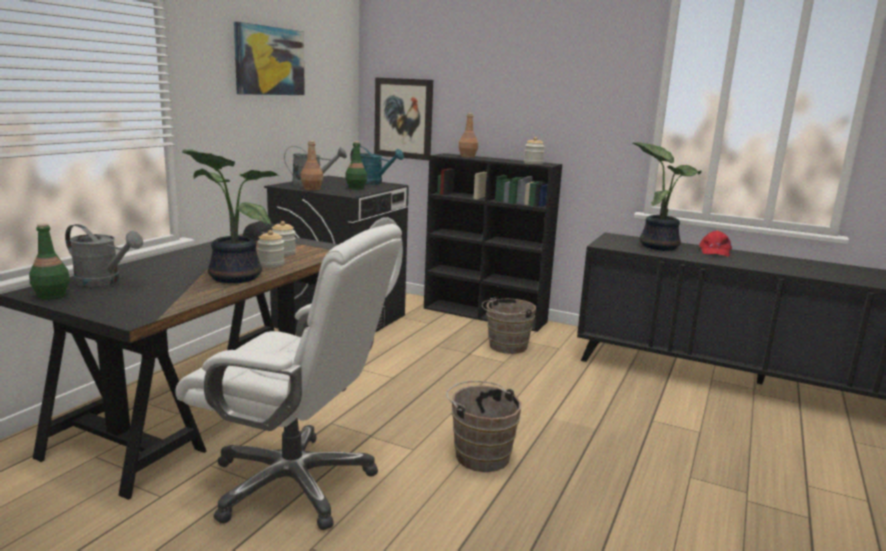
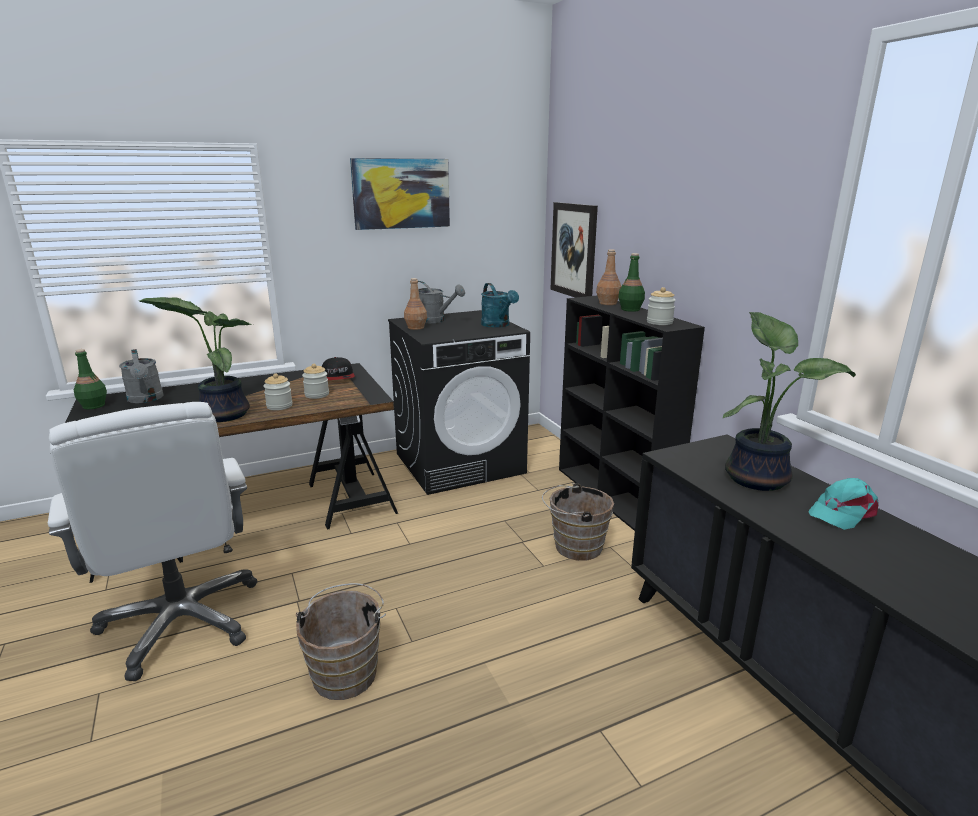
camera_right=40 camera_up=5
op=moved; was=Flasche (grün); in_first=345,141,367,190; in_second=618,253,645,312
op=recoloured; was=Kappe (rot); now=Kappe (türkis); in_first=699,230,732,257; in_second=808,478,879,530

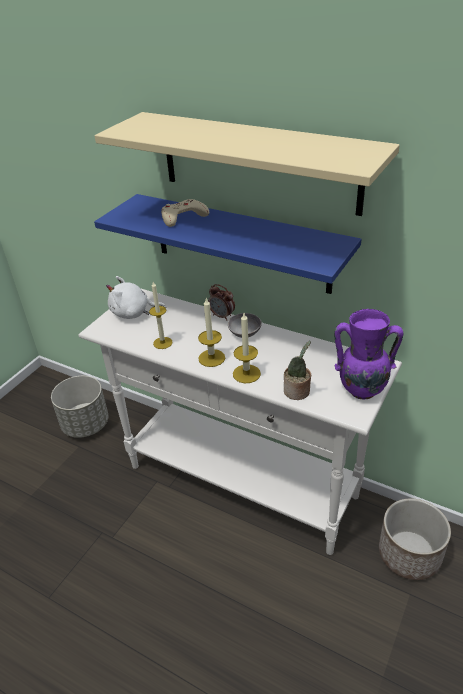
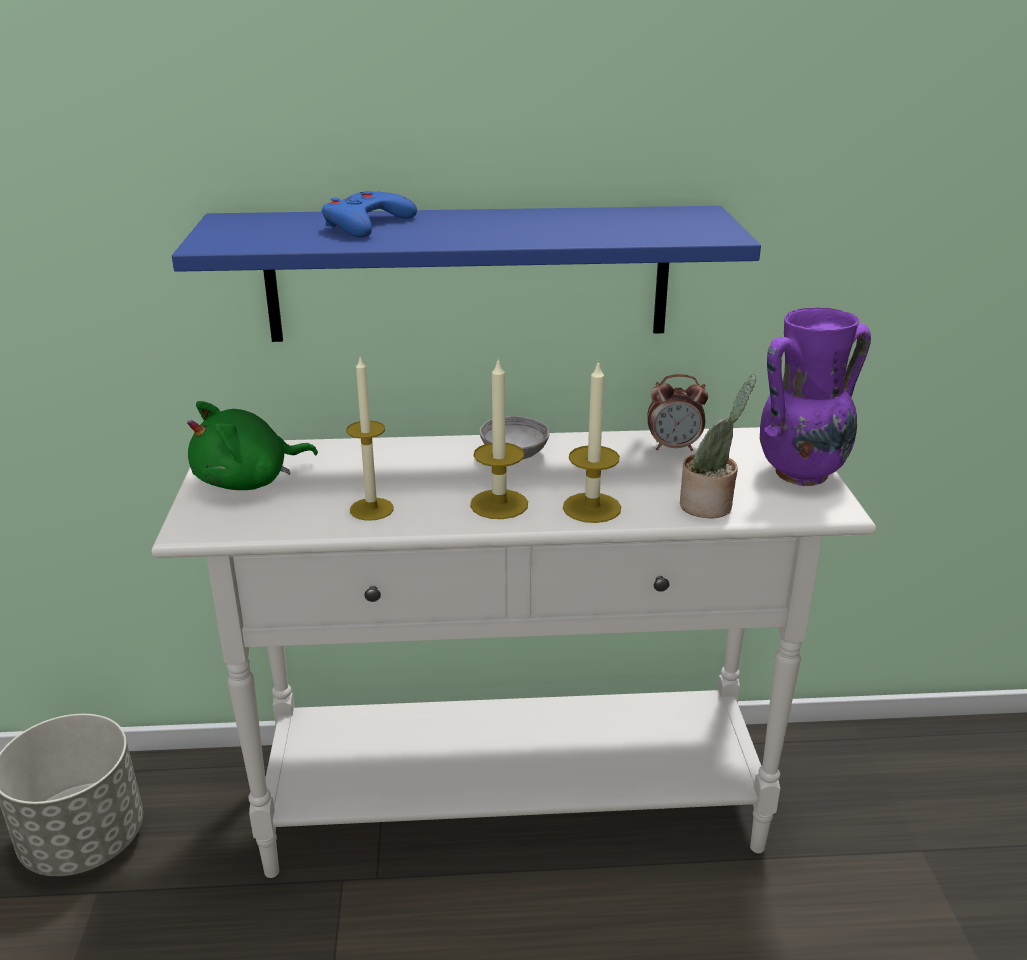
camera_right=-35 camera_up=-10
op=removed; was=Wandregal (beige); in_first=95,112,400,216
op=recoloured; was=Plüschtier (weiß); now=Plüschtier (grün); in_first=106,276,166,319; in_second=187,401,318,490
op=recoloured; was=Gamepad (beige); now=Gamepad (blau); in_first=161,199,209,227; in_second=321,191,417,238
op=moved; was=Wecker; in_first=208,284,235,321; in_second=647,374,708,451
op=removed; was=Pflanzkübel; in_first=379,499,451,580

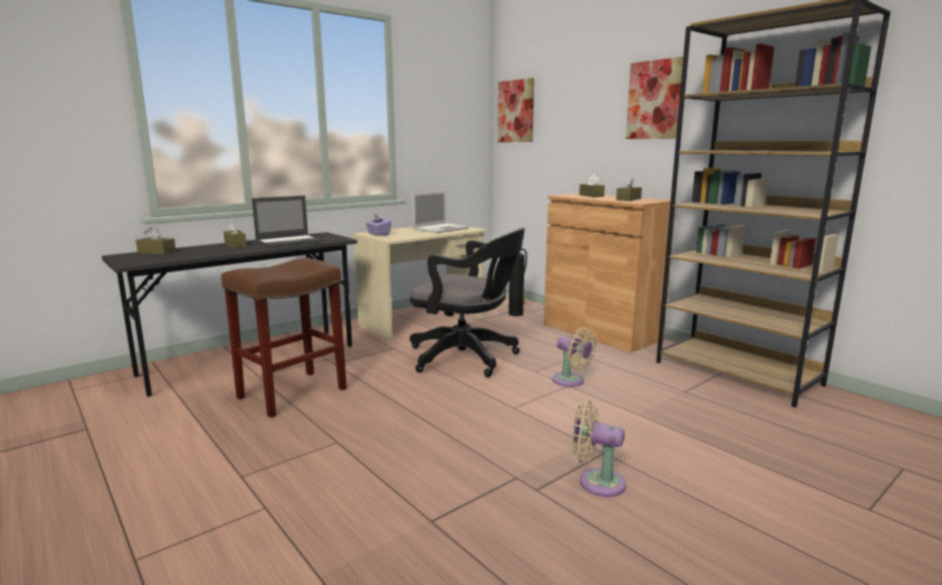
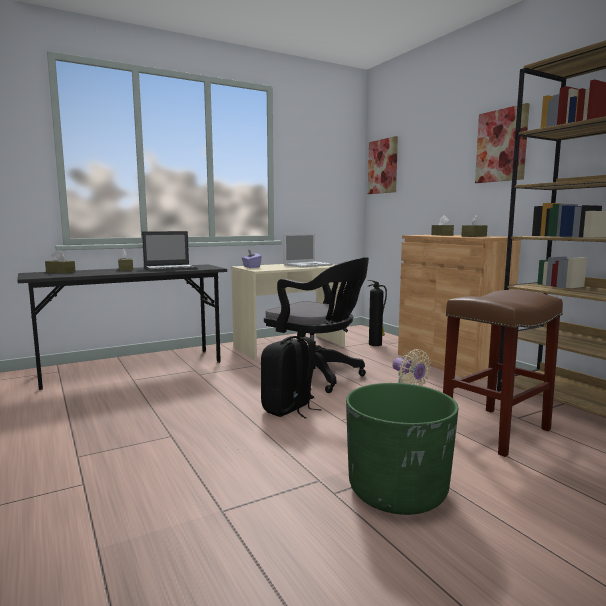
camera_right=10 camera_up=-5
op=moved; was=Hocker (braun); in_first=221,258,347,418; in_second=443,290,563,457
op=replaced; was=Ventilator (beige); now=Pflanzkübel (grün); in_first=571,401,626,497; in_second=346,383,458,515
op=added; now=Rucksack (schwarz); in_second=261,336,322,418

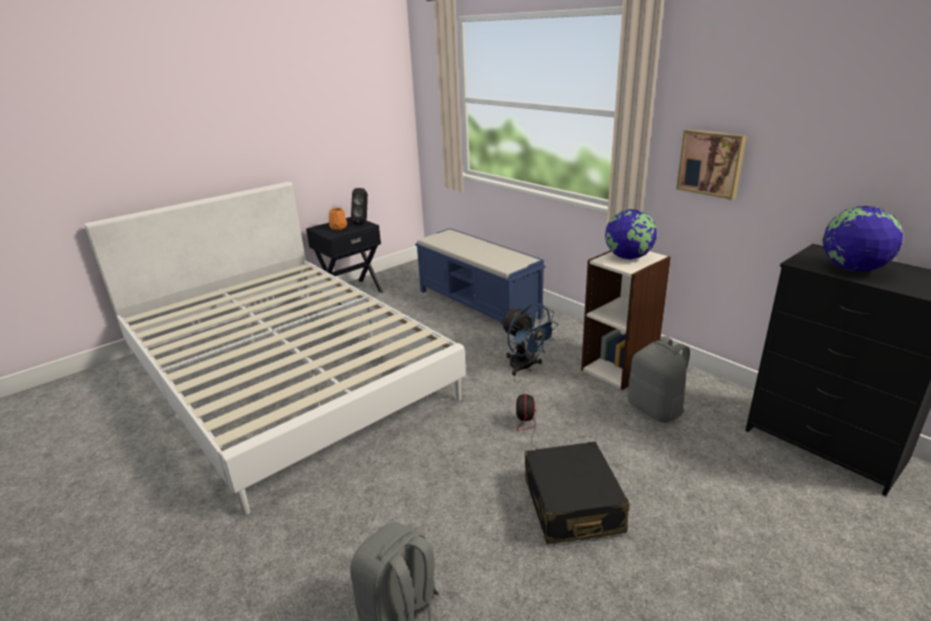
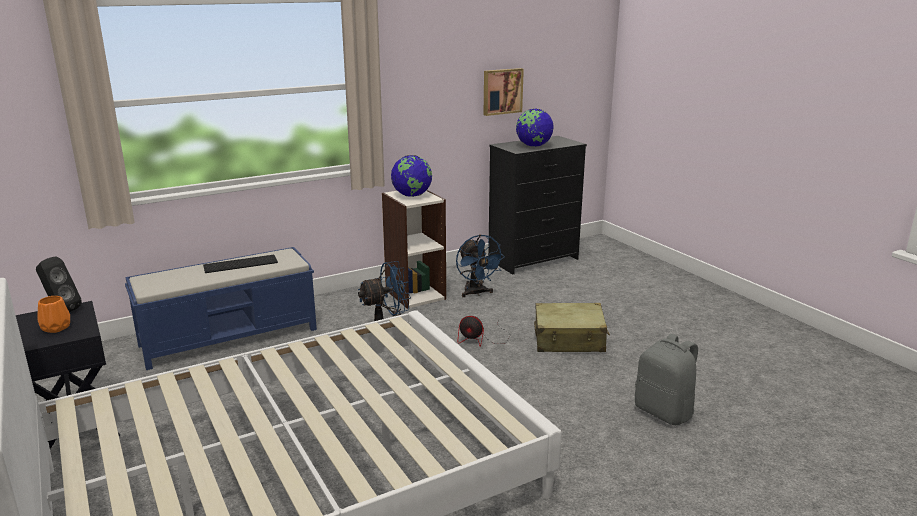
camera_right=-80 camera_up=-5
op=recoloured; was=Koffer (schwarz); now=Koffer (beige); in_first=525,441,630,544; in_second=534,303,610,352
op=replaced; was=Rucksack (grau); now=Ventilator (blau); in_first=628,336,690,423; in_second=456,235,505,297
op=moved; was=Bild; in_first=676,129,747,200; in_second=484,68,524,116
op=added; now=Tastatur; in_second=203,255,278,273

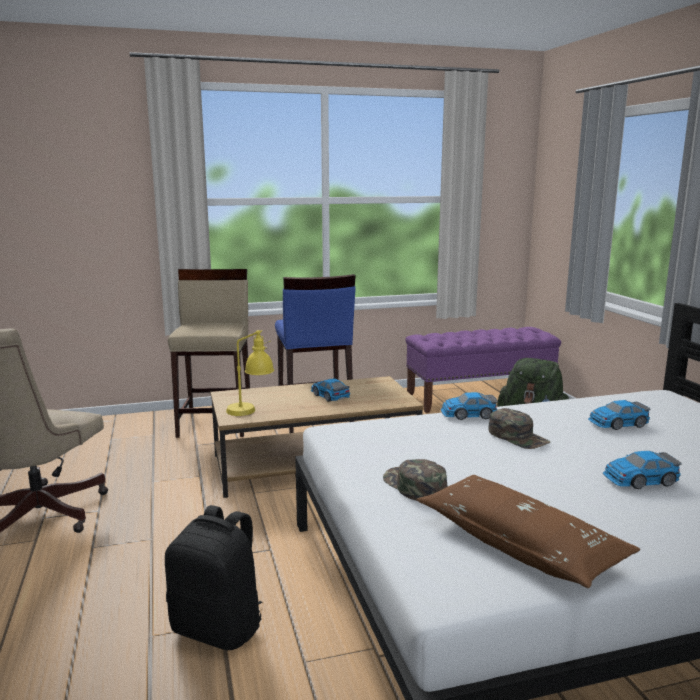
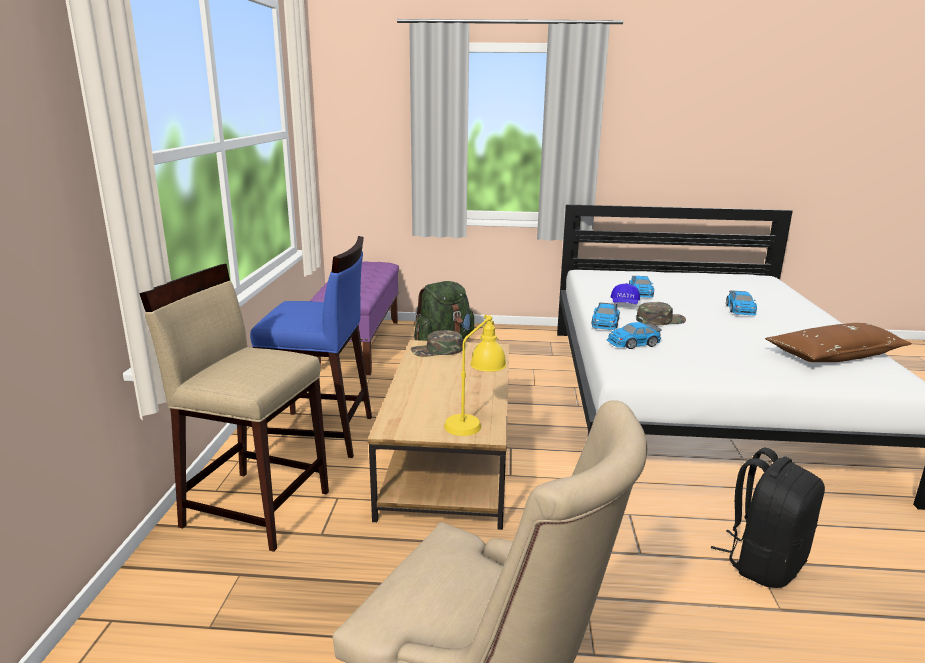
camera_right=-70 camera_up=5
op=moved; was=Spielzeugauto; in_first=310,378,350,402; in_second=607,322,662,349
op=moved; was=Kappe (grün); in_first=383,459,448,501; in_second=411,330,463,357
op=added; now=Kappe (blau); in_second=610,283,640,304

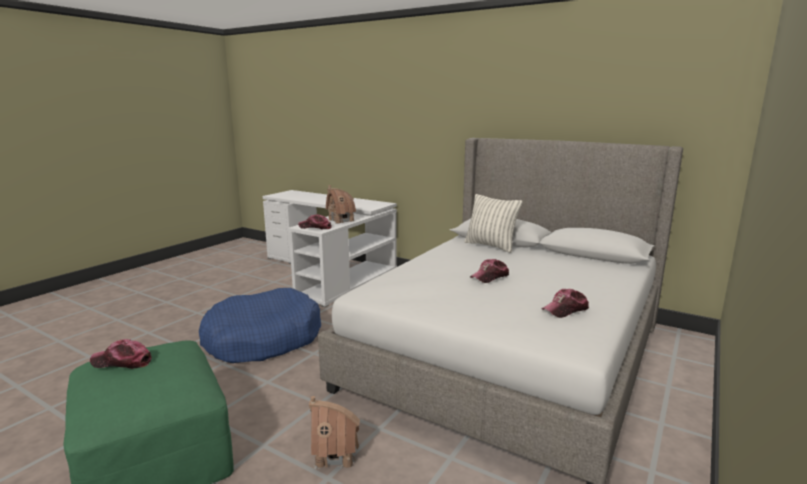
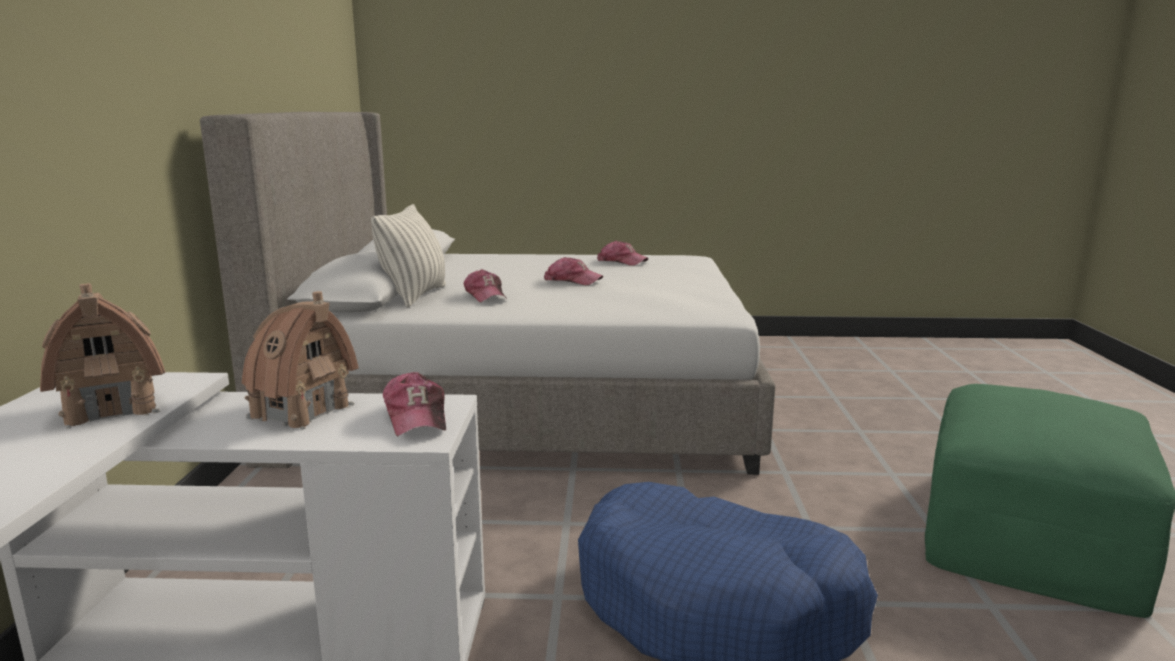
camera_right=-120 camera_up=0
op=moved; was=Kappe; in_first=90,339,151,369; in_second=464,269,507,302
op=moved; was=Spielzeughaus; in_first=309,396,360,469; in_second=40,283,165,428

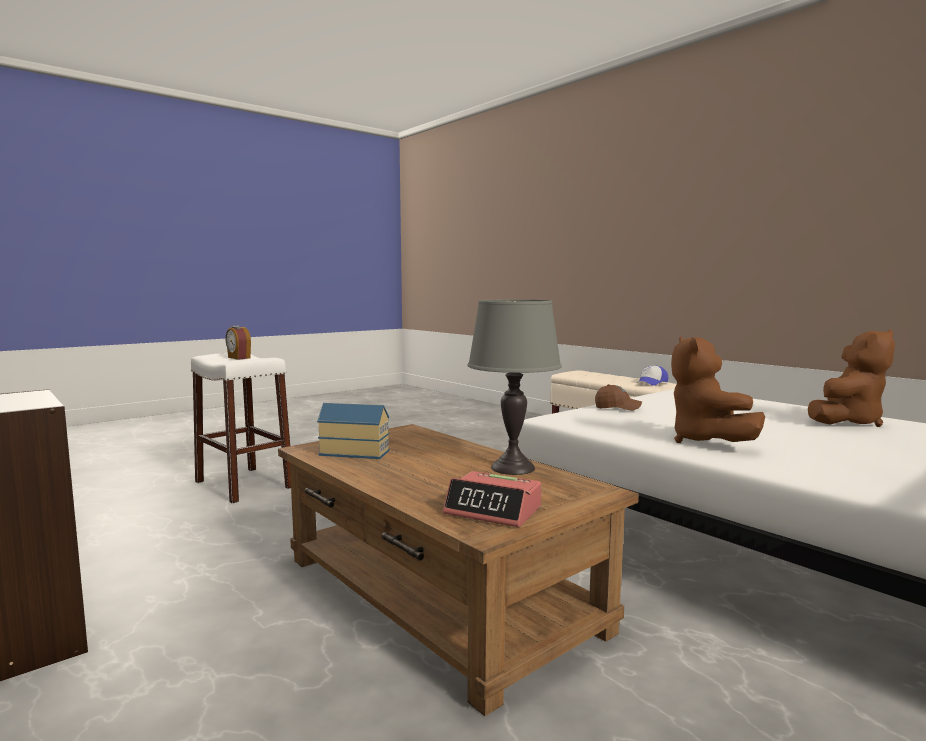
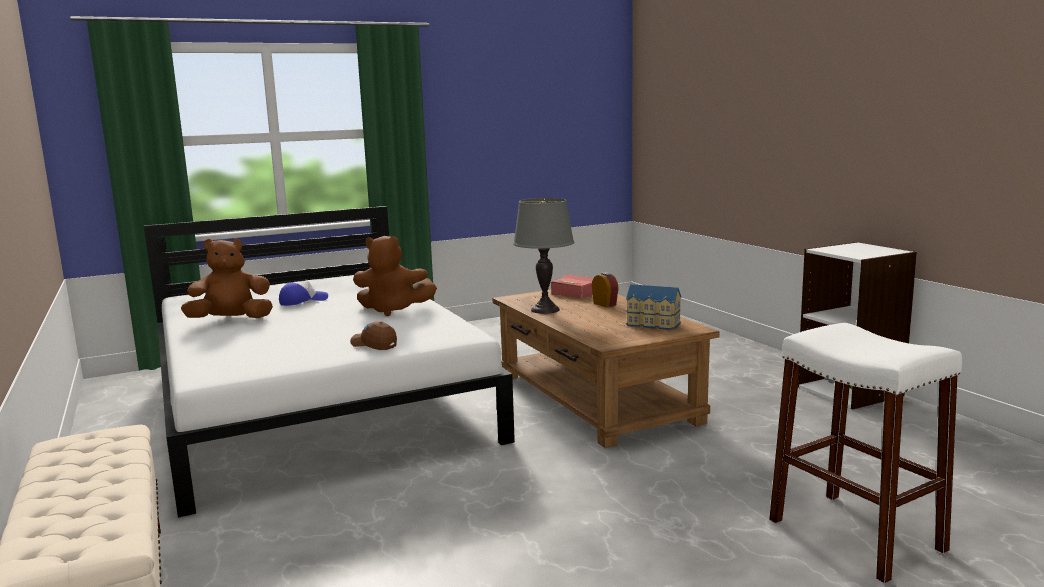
camera_right=-165 camera_up=5
op=moved; was=Wecker; in_first=226,326,251,360; in_second=592,272,619,307
op=moved; was=Kappe; in_first=637,366,668,386; in_second=279,281,328,306
op=turned; was=Plüschtier (braun); in_first=671,336,765,443; in_second=353,236,437,316; clockwise=90

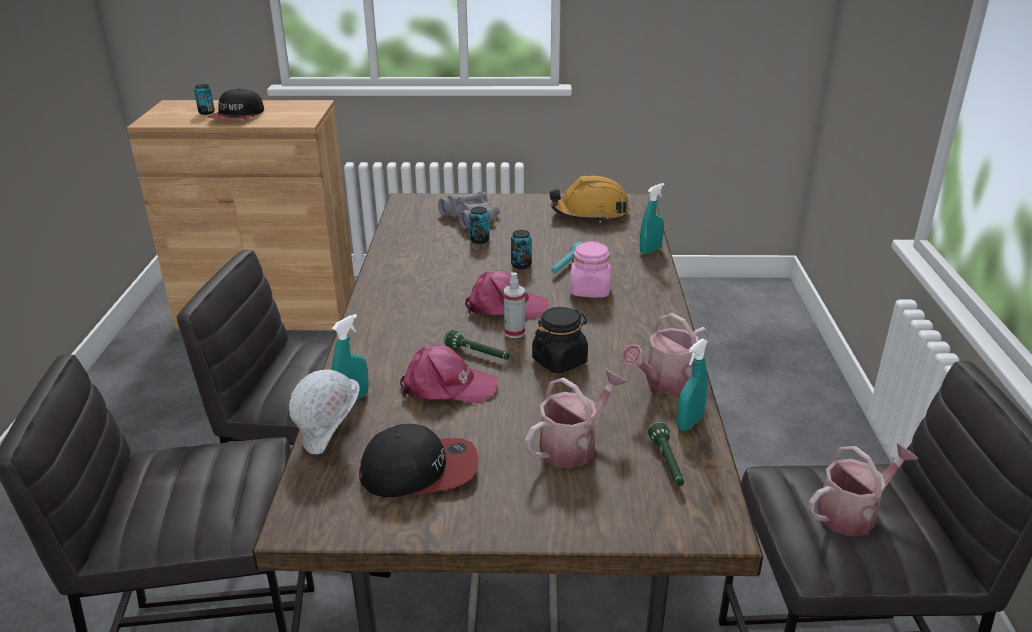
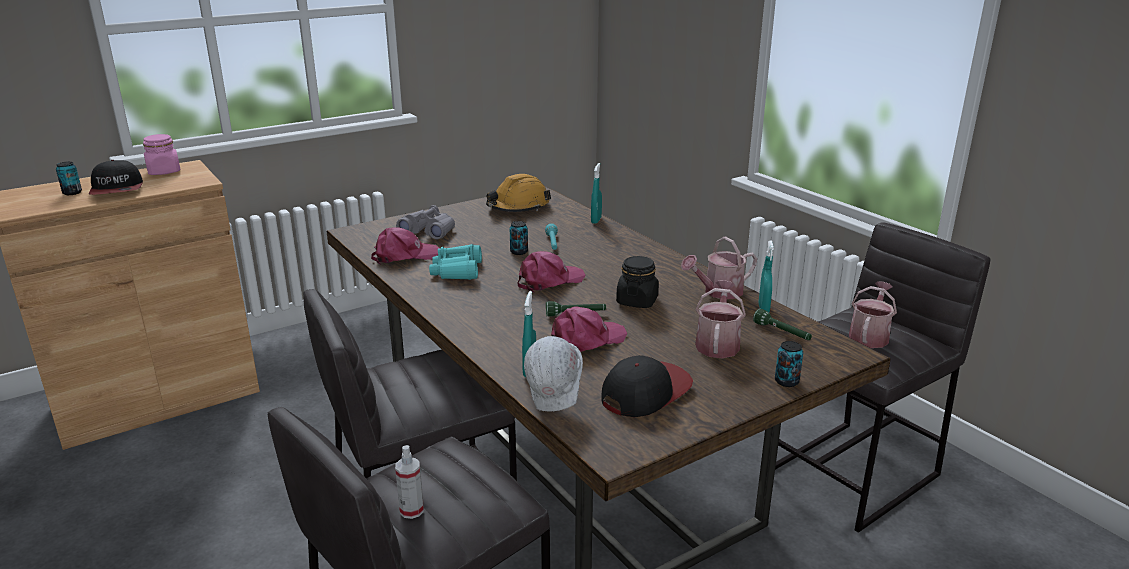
camera_right=-35 camera_up=-5
op=moved; was=Dose; in_first=469,207,490,244; in_second=775,341,803,387
op=moved; was=Sprühflasche; in_first=504,272,525,338; in_second=395,445,424,519
op=moved; was=Vorratsglas (rosa); in_first=570,241,611,298; in_second=143,134,181,175
op=turned; was=Gießkanne; in_first=621,313,709,394; in_second=681,236,757,299; clockwise=45
op=added; now=Kappe (rosa); in_second=371,227,439,264
op=added; now=Fernglas (türkis); in_second=429,244,482,280

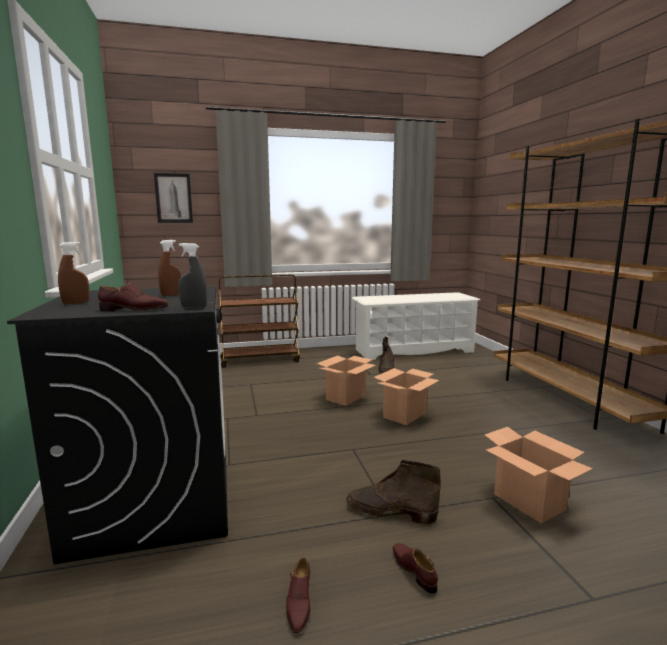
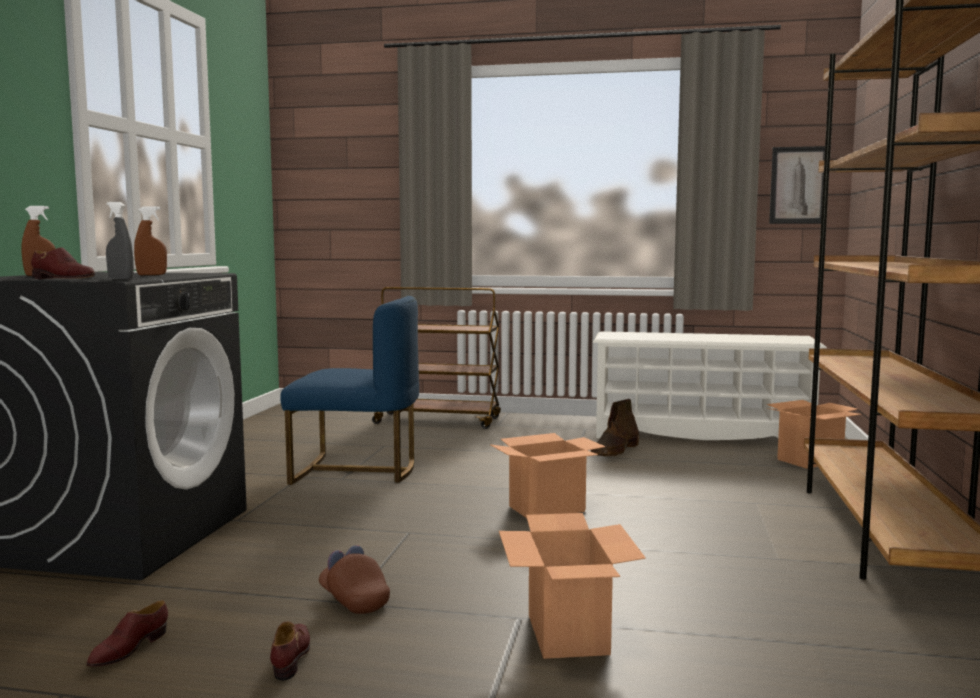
camera_right=25 camera_up=-5
op=moved; was=Bild; in_first=154,173,193,223; in_second=769,146,825,224
op=moved; was=Karton; in_first=317,356,376,406; in_second=767,400,862,469
op=replaced; was=Stiefel (braun); now=Kappe (braun); in_first=346,460,441,524; in_second=319,545,390,614
op=added; now=Stuhl (blau); in_second=280,296,419,485

